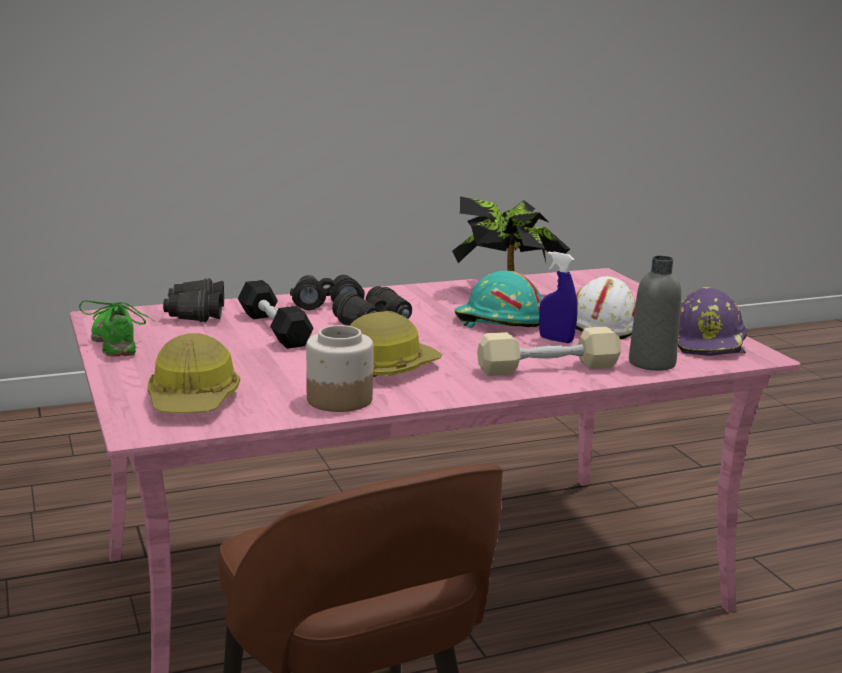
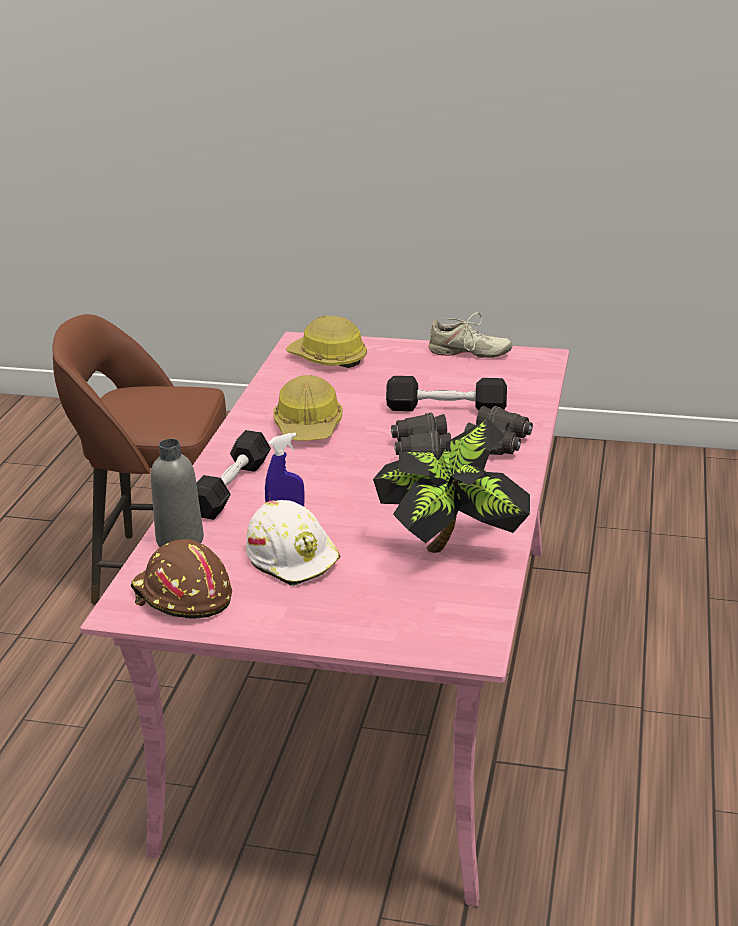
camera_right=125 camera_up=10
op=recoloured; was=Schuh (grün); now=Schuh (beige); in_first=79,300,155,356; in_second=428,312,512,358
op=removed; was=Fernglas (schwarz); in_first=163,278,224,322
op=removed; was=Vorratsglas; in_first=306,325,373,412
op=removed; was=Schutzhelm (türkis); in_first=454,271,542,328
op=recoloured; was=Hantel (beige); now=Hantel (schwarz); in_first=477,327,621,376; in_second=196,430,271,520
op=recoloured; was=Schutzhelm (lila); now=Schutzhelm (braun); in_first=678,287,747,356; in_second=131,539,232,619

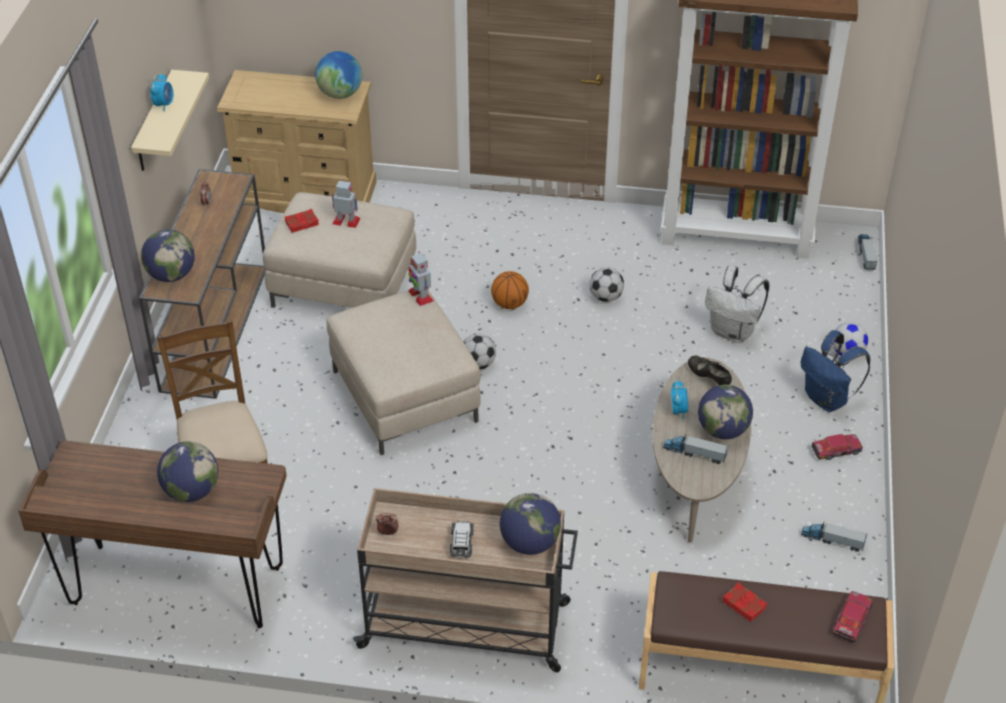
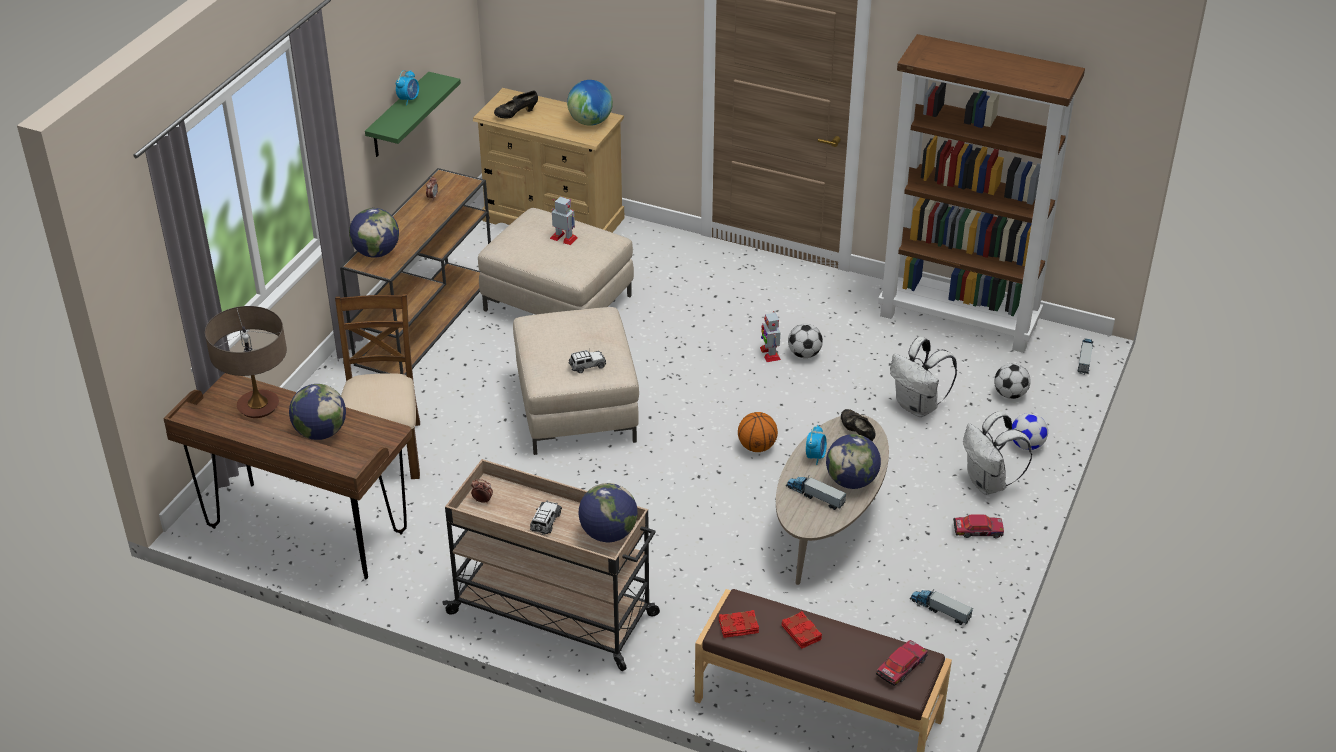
camera_right=15 camera_up=-5
op=recoloured; was=Wandregal (beige); now=Wandregal (grün); in_first=131,70,209,171; in_second=365,72,461,157
op=moved; was=Buch (rot); in_first=285,209,319,233; in_second=719,610,759,638
op=moved; was=Spielzeugroboter; in_first=408,252,434,306; in_second=760,311,781,362
op=moved; was=Fußball; in_first=463,334,496,370; in_second=994,363,1031,399
op=moved; was=Basketball; in_first=491,271,529,309; in_second=738,412,778,452
op=recoloured; was=Rucksack (blau); now=Rucksack (weiß); in_first=801,330,870,412; in_second=963,412,1032,495
op=added; now=Tischlampe; in_second=205,306,287,418
op=added; now=Schuh (schwarz); in_second=494,91,538,119
op=added; now=Spielzeugauto; in_second=569,350,606,373

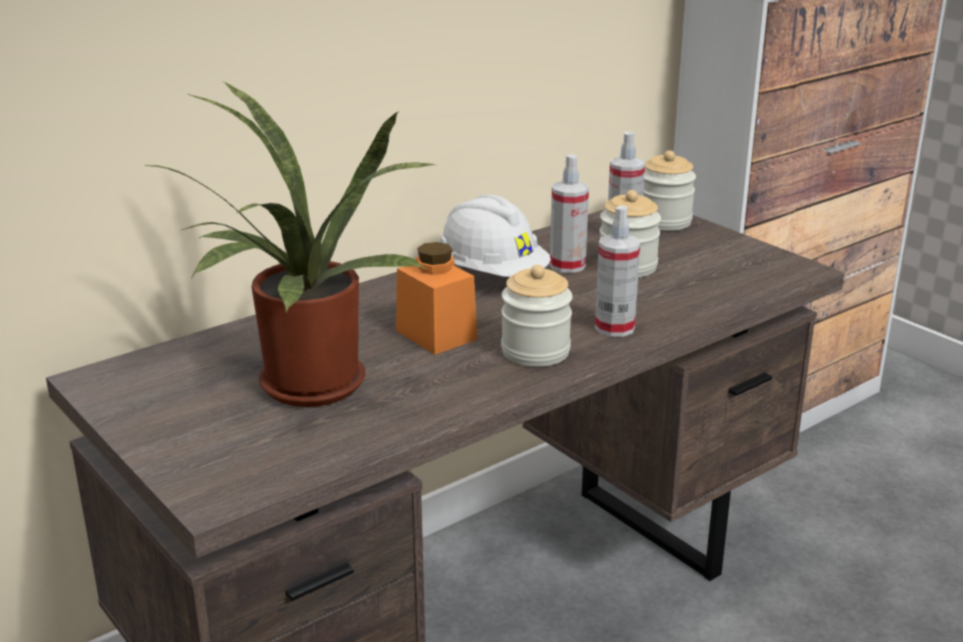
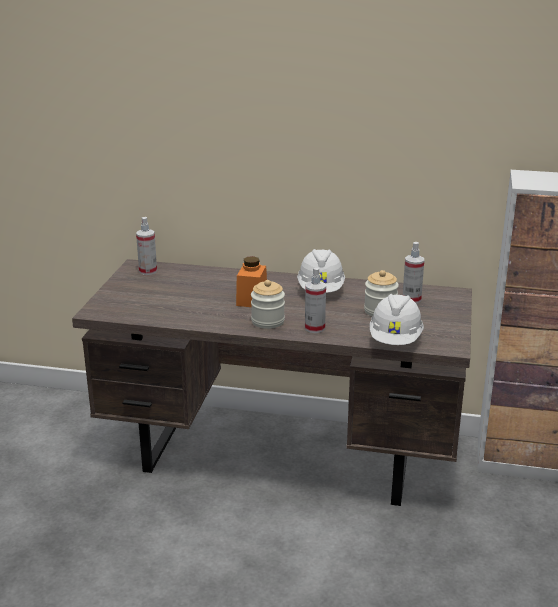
camera_right=50 camera_up=0
op=removed; was=Topfpflanze; in_first=141,82,435,407
op=moved; was=Sprühflasche; in_first=550,154,589,273; in_second=136,217,157,275
op=removed; was=Vorratsglas; in_first=643,150,696,231
op=added; now=Schutzhelm (weiß); in_second=370,294,424,345

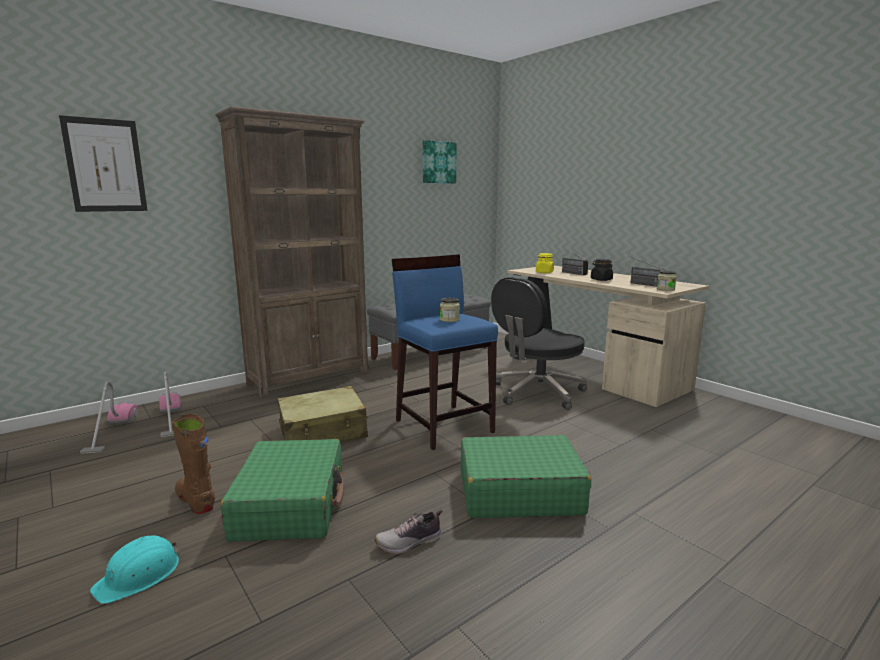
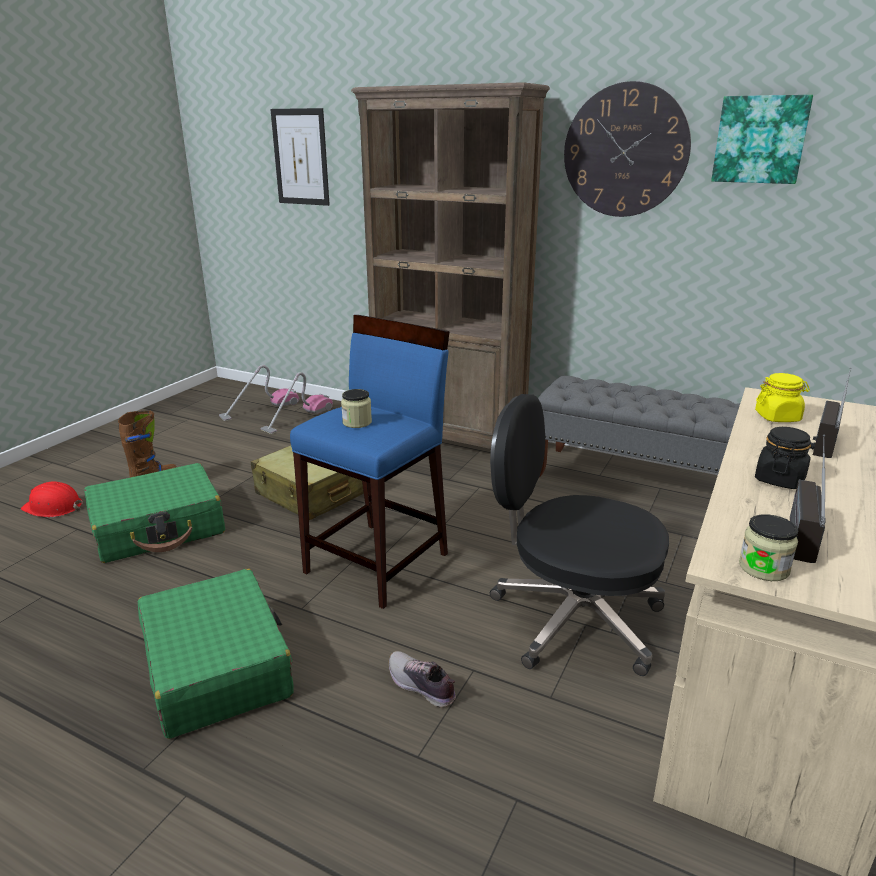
camera_right=65 camera_up=10
op=recoloured; was=Schutzhelm (türkis); now=Schutzhelm (rot); in_first=90,536,180,604; in_second=21,482,83,517
op=moved; was=Schuh; in_first=375,510,442,554; in_second=389,651,456,708
op=added; now=Wanduhr; in_second=564,81,691,217

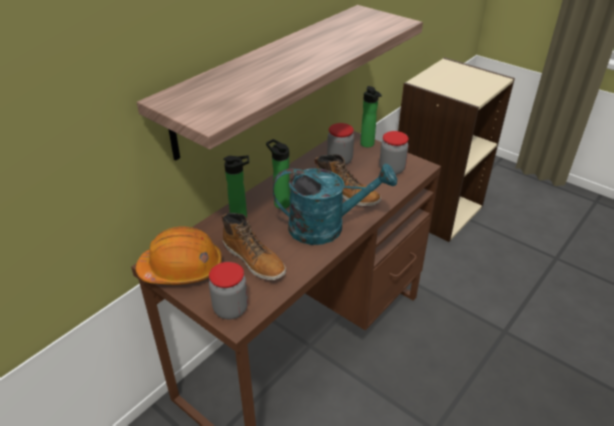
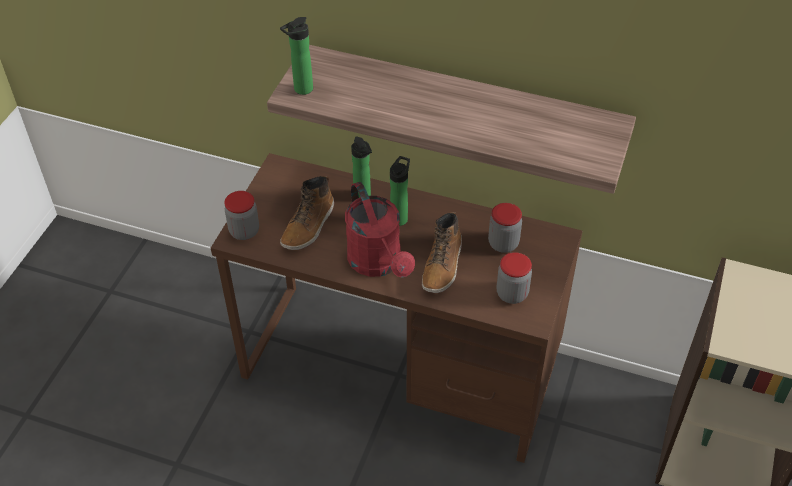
camera_right=70 camera_up=10
op=removed; was=Schutzhelm (orange); in_first=136,226,222,285
op=recoloured; was=Gießkanne (türkis); now=Gießkanne (rot); in_first=273,164,397,245; in_second=345,182,415,277
op=moved; was=Flasche; in_first=360,86,382,147; in_second=280,17,313,95

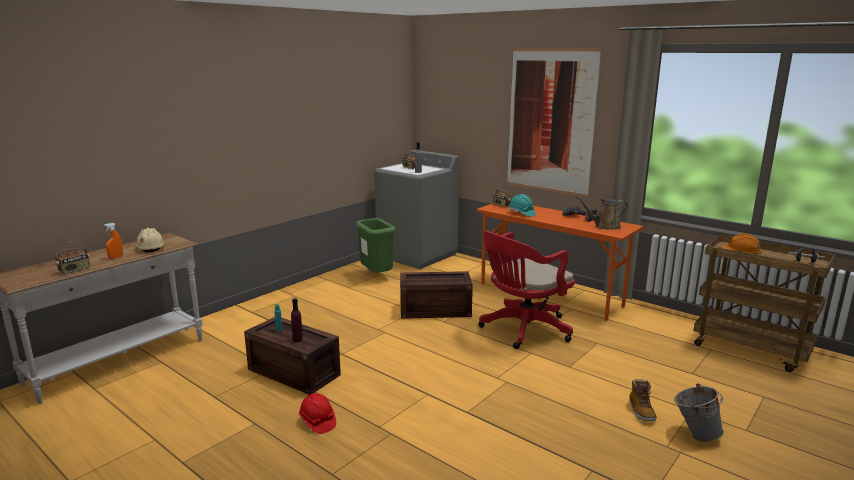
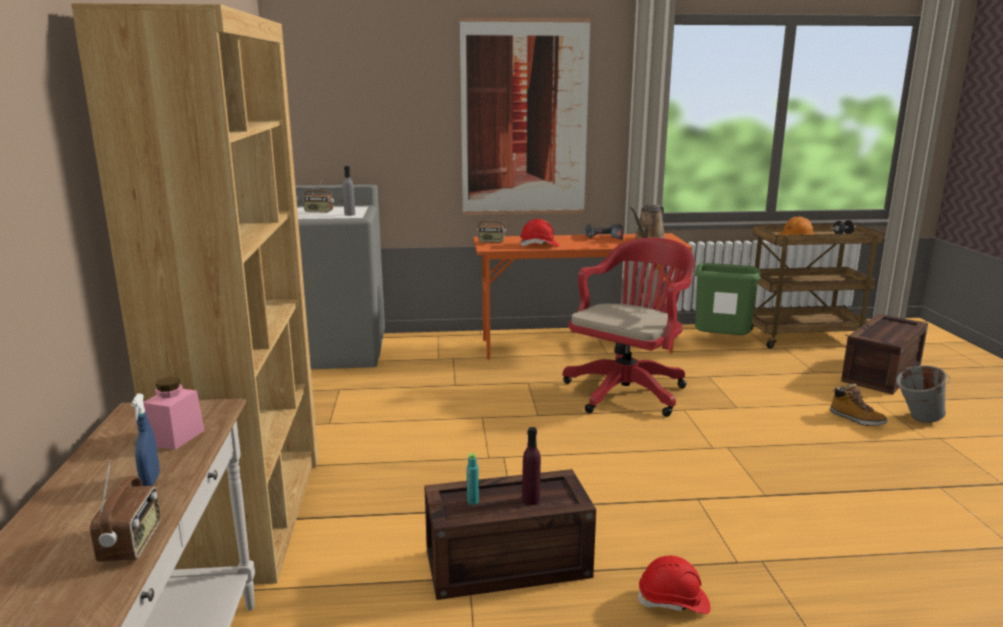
camera_right=-45 camera_up=0
op=recoloured; was=Sprühflasche (orange); now=Sprühflasche (blau); in_first=104,223,123,259; in_second=131,393,160,486
op=replaced; was=Schutzhelm (beige); now=Vorratsglas (rosa); in_first=135,228,165,252; in_second=143,377,205,450
op=moved; was=Mülleimer (grün); in_first=355,218,396,273; in_second=695,263,761,335
op=moved; was=Kiste; in_first=400,271,473,319; in_second=841,314,928,395
op=turned; was=Bürostuhl (rot); in_first=478,230,575,349; in_second=563,238,695,417; clockwise=-150
op=recoloured; was=Schutzhelm (türkis); now=Schutzhelm (rot); in_first=509,194,536,217; in_second=519,219,559,247
op=added; now=Bücherregal (braun); in_second=71,3,318,585

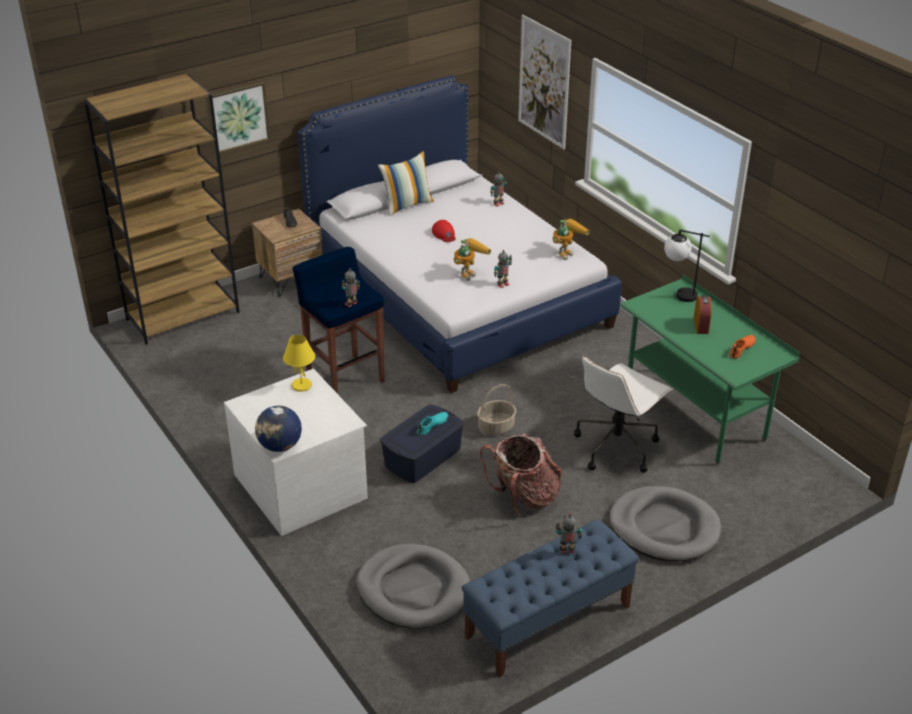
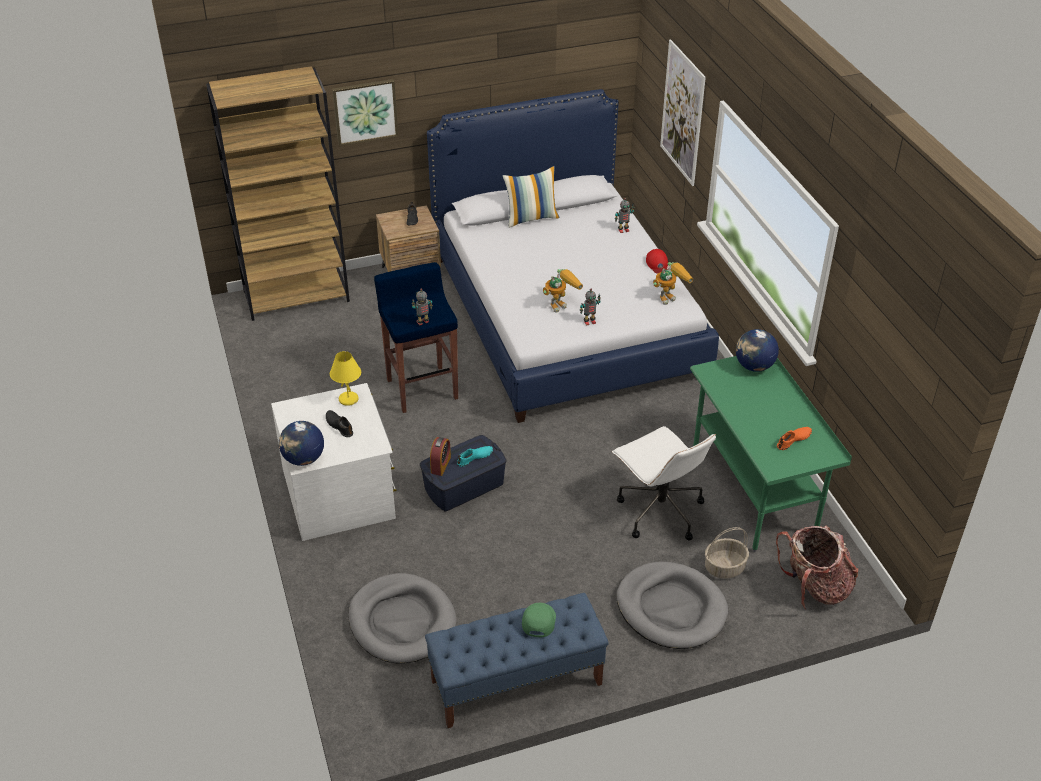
camera_right=15 camera_up=5
op=moved; was=Kappe (rot); in_first=432,220,456,242; in_second=646,249,668,274
op=moved; was=Korb; in_first=477,384,516,436; in_second=705,527,749,579
op=moved; was=Rucksack; in_first=480,433,562,516; in_second=776,525,858,610
op=replaced; was=Spielzeugroboter; now=Kappe (grün); in_first=556,513,582,554; in_second=522,603,556,637
op=turned; was=Bürostuhl (weiß); in_first=574,356,673,473; in_second=612,426,716,541; clockwise=-90
op=replaced; was=Tischlampe; now=Globus; in_first=664,229,710,302; in_second=736,329,779,372
op=moved; was=Wecker; in_first=694,295,712,334; in_second=430,437,451,476
op=added; now=Schuh (schwarz); in_second=326,410,353,437

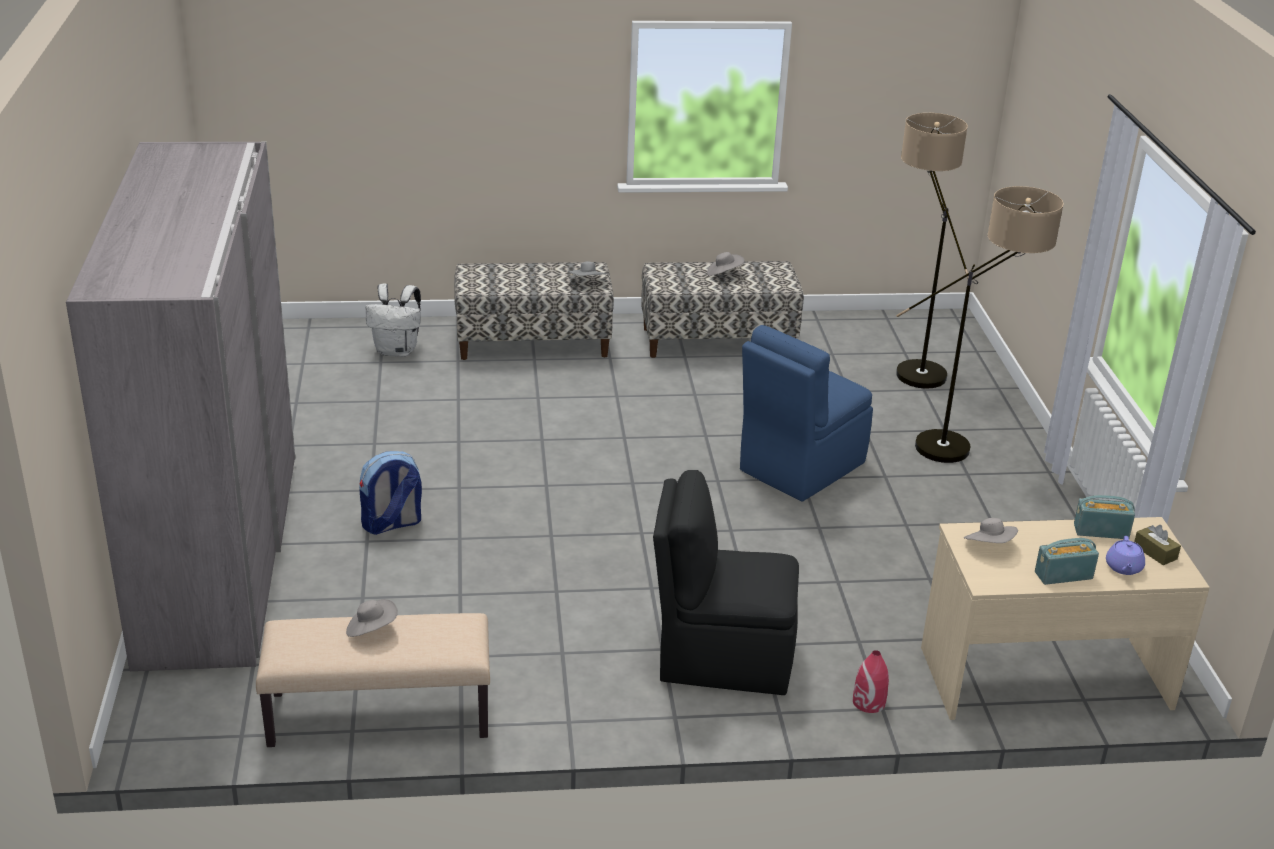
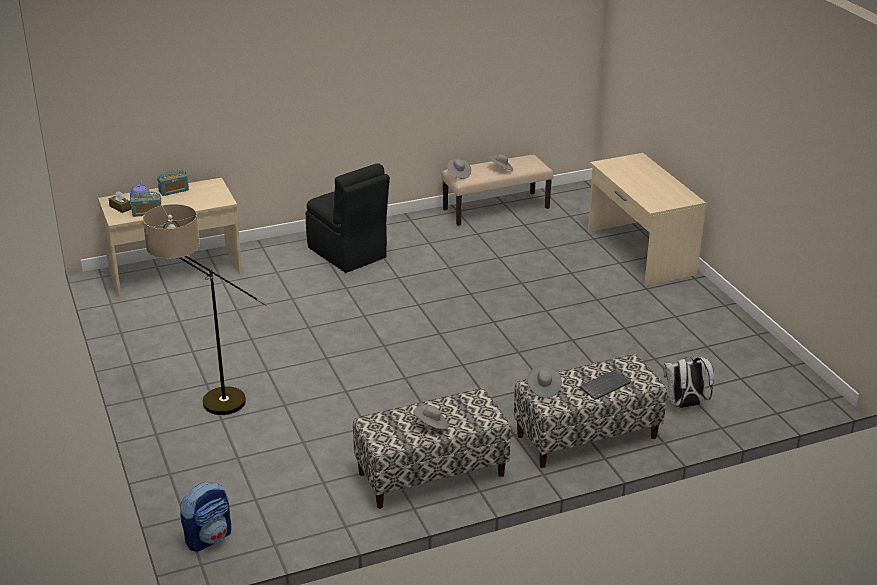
camera_right=165 camera_up=0
op=replaced; was=Kleiderschrank (grau); now=Schreibtisch (beige); in_first=66,142,296,671; in_second=588,153,706,286
op=moved; was=Rucksack; in_first=359,451,422,535; in_second=180,482,231,552
op=turned; was=Stuhl (schwarz); in_first=653,470,799,695; in_second=306,163,390,273; clockwise=60
op=removed; was=Stuhl (blau); in_first=740,325,873,501
op=removed; was=Vase (rot); in_first=853,650,889,713
op=removed; was=Stehlampe; in_first=896,113,968,389
op=moved; was=Hut (grau); in_first=964,518,1018,543; in_second=447,159,471,179
op=added; now=Tastatur; in_second=579,370,631,400

